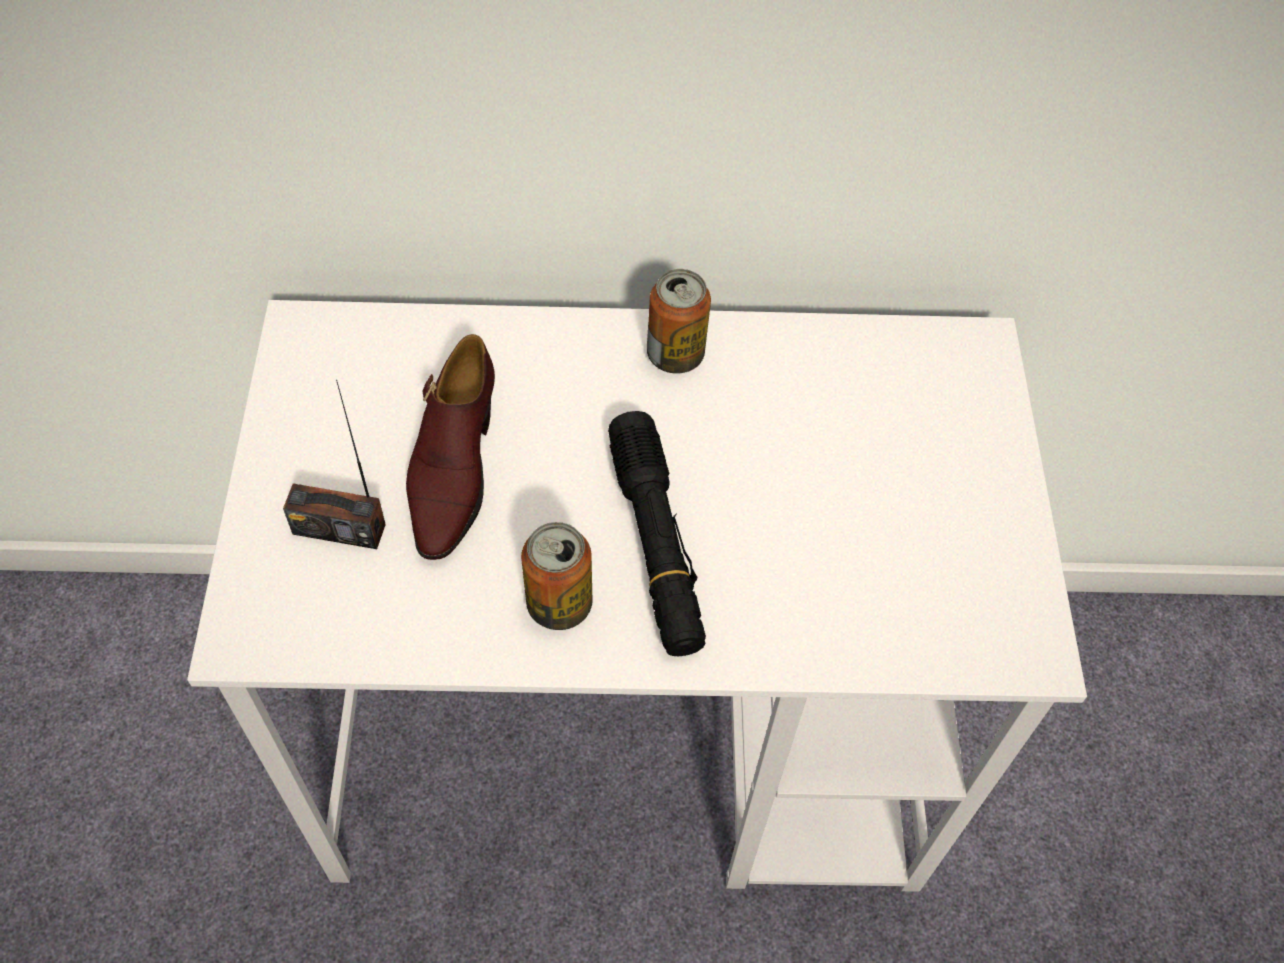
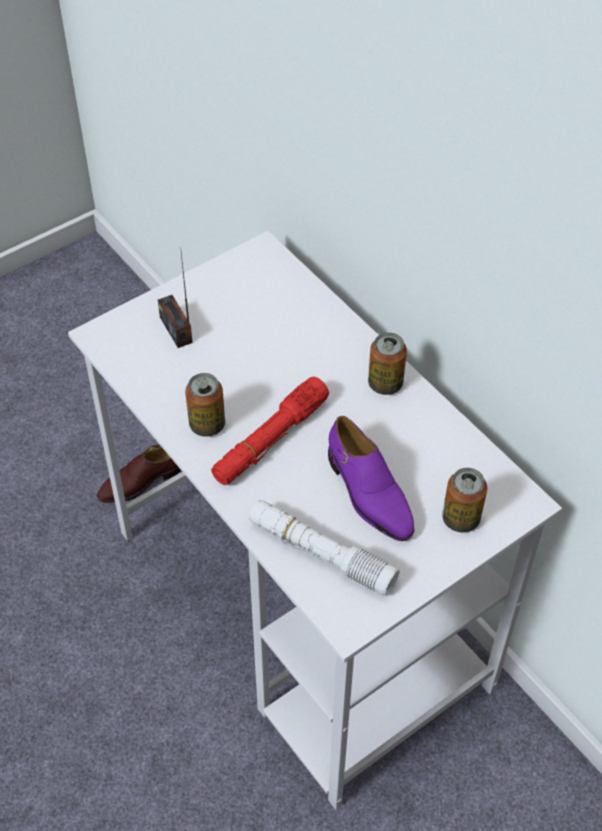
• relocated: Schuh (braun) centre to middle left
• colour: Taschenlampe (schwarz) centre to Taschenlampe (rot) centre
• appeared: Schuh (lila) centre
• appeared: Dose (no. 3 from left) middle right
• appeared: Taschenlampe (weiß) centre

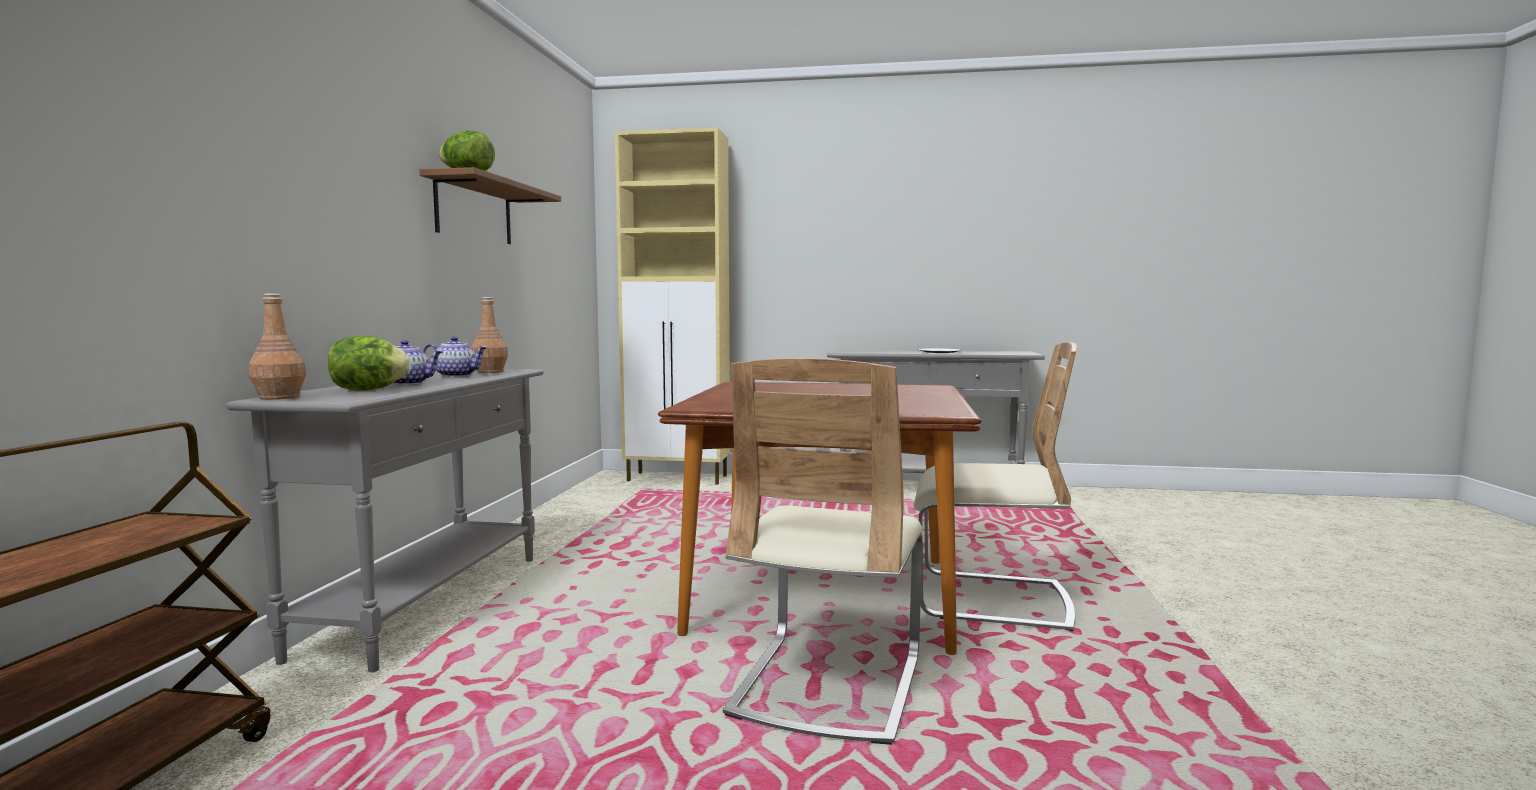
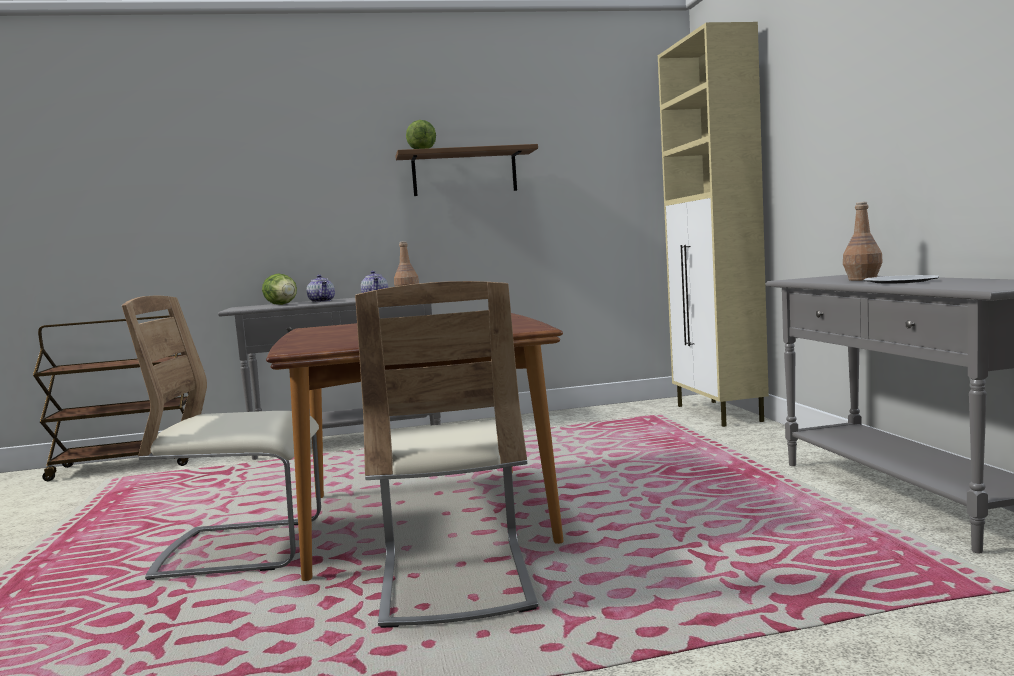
• relocated: Flasche (braun) (no. 1 from left in the first image) middle left to Flasche (braun) (no. 2 from left) middle right

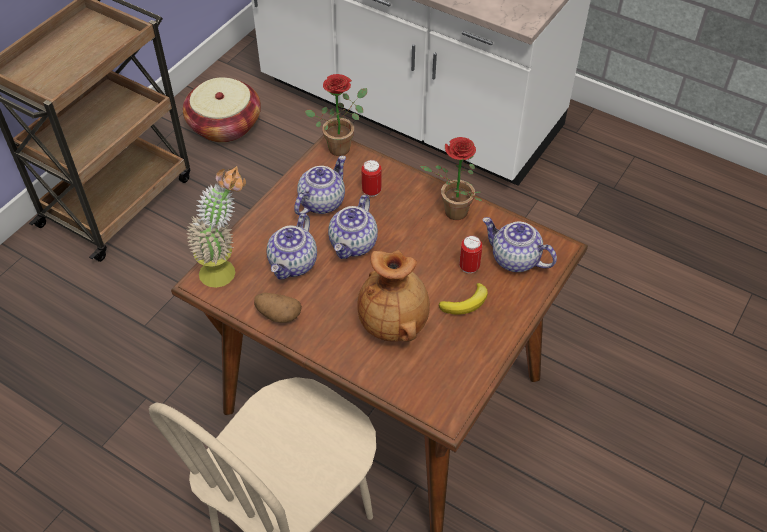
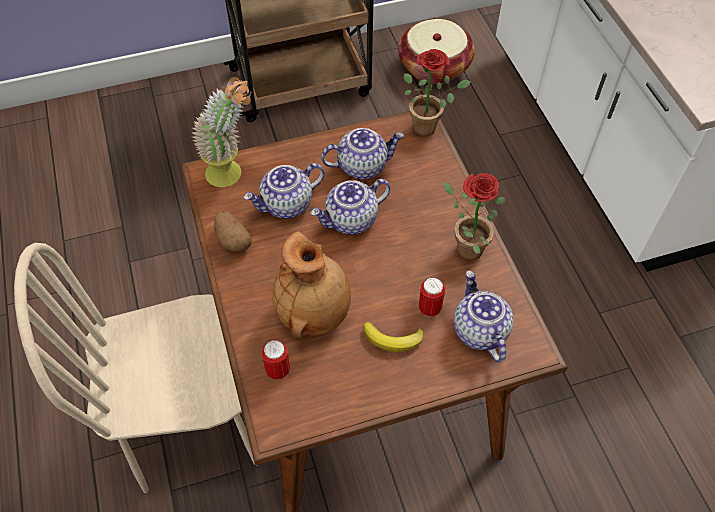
• relocated: Dose (no. 1 from left) centre to bottom centre

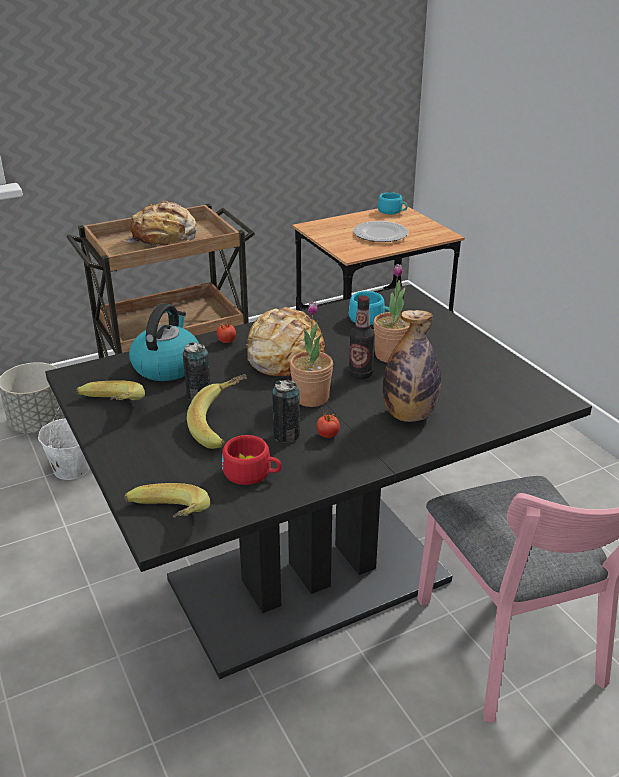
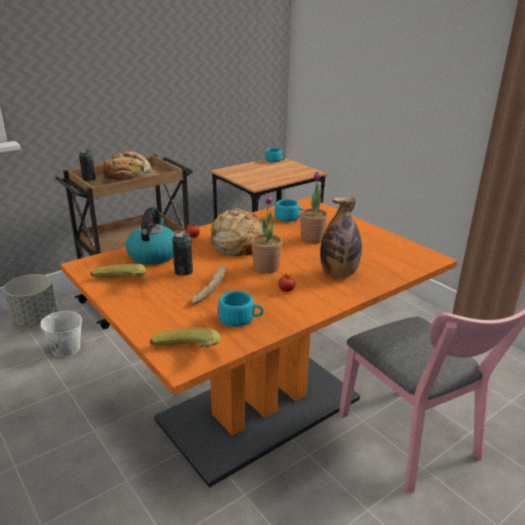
• missing: Teller top centre
• colour: Esstisch (schwarz) centre to Esstisch (orange) centre
• missing: Flasche (no. 1 from left) centre
• exchanged: Banane (no. 3 from left) centre to Brot (no. 2 from left) centre
• relocated: Dose (no. 2 from left in the first image) centre to Dose (no. 1 from left) top left
• colour: Tasse (rot) centre to Tasse (türkis) (no. 1 from left) centre

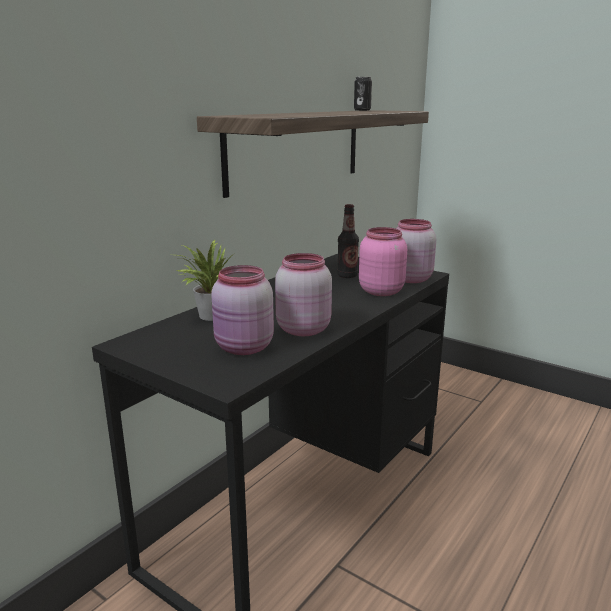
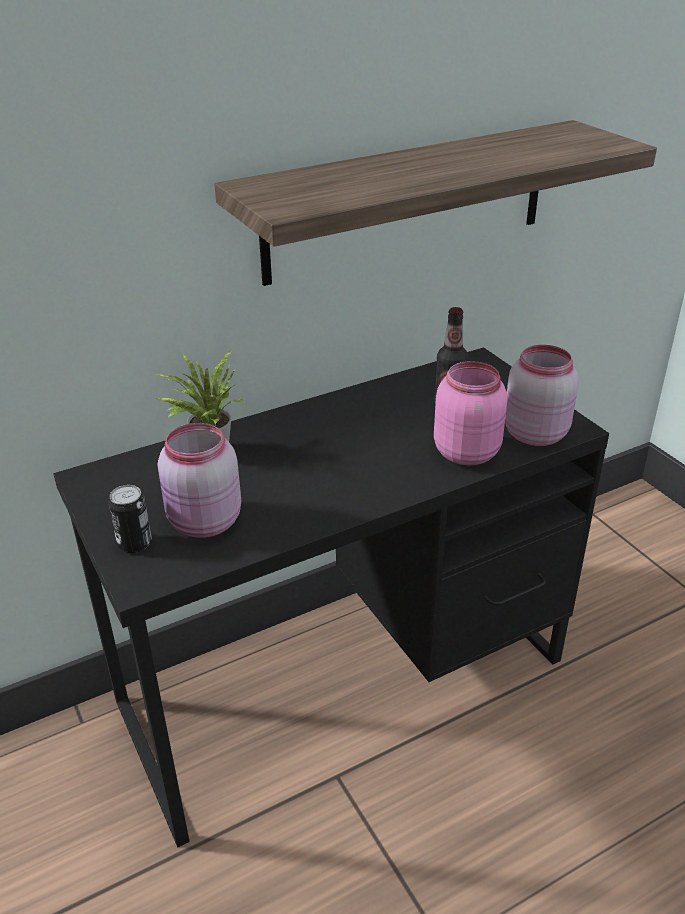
• relocated: Dose top centre to middle left
• missing: Vorratsglas (rosa) (no. 2 from left) centre

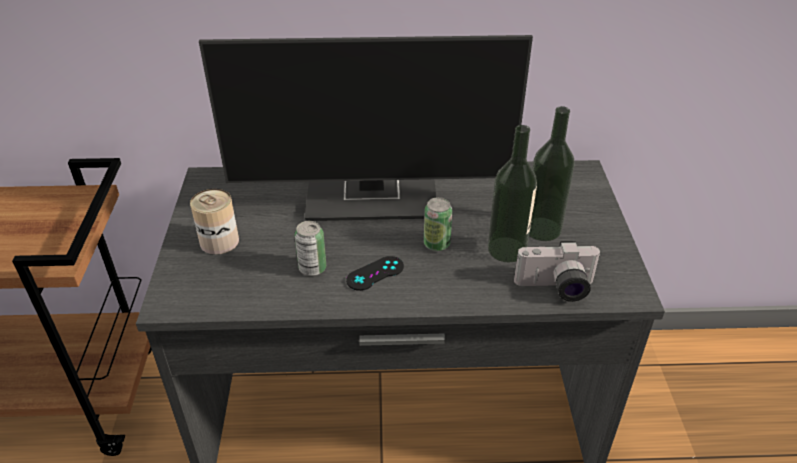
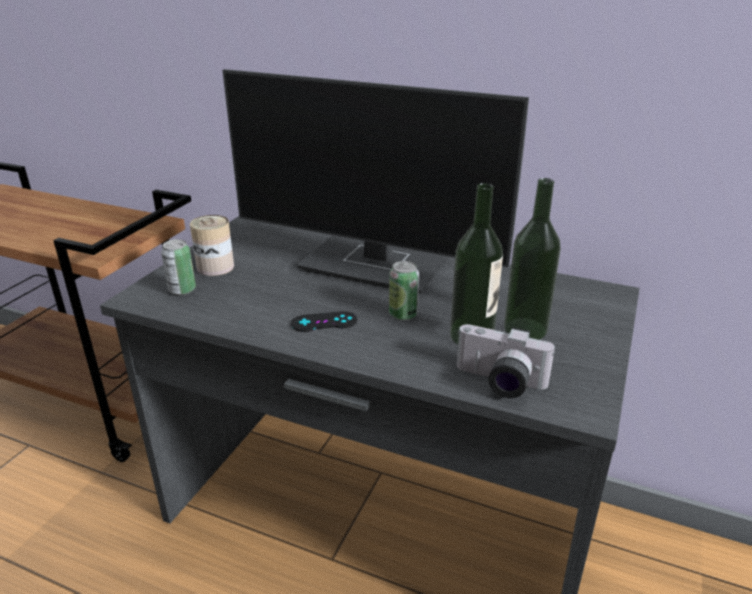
• relocated: Dose (no. 2 from left in the first image) centre to Dose (no. 1 from left) middle left

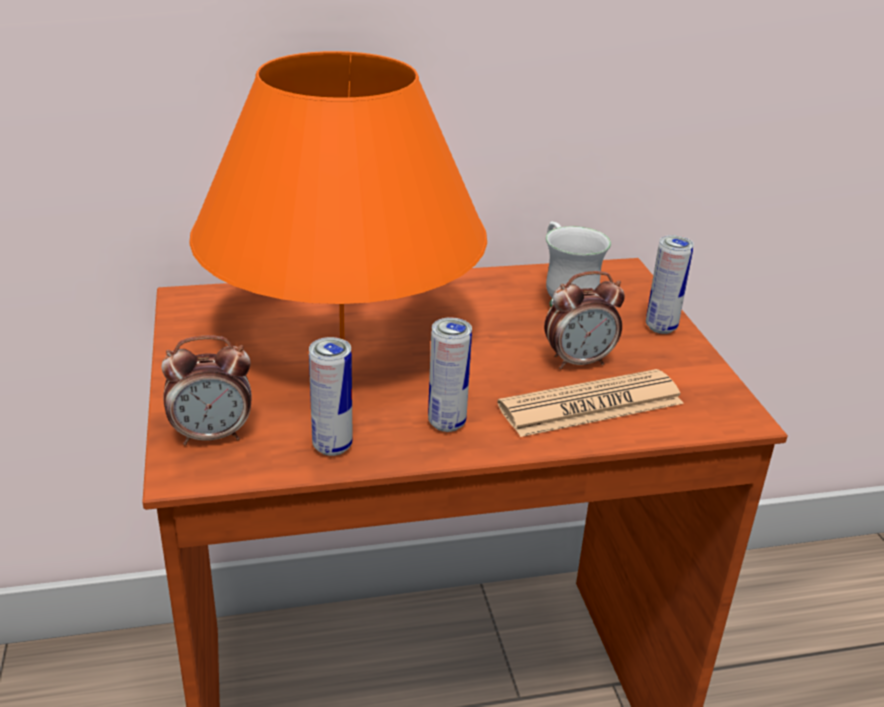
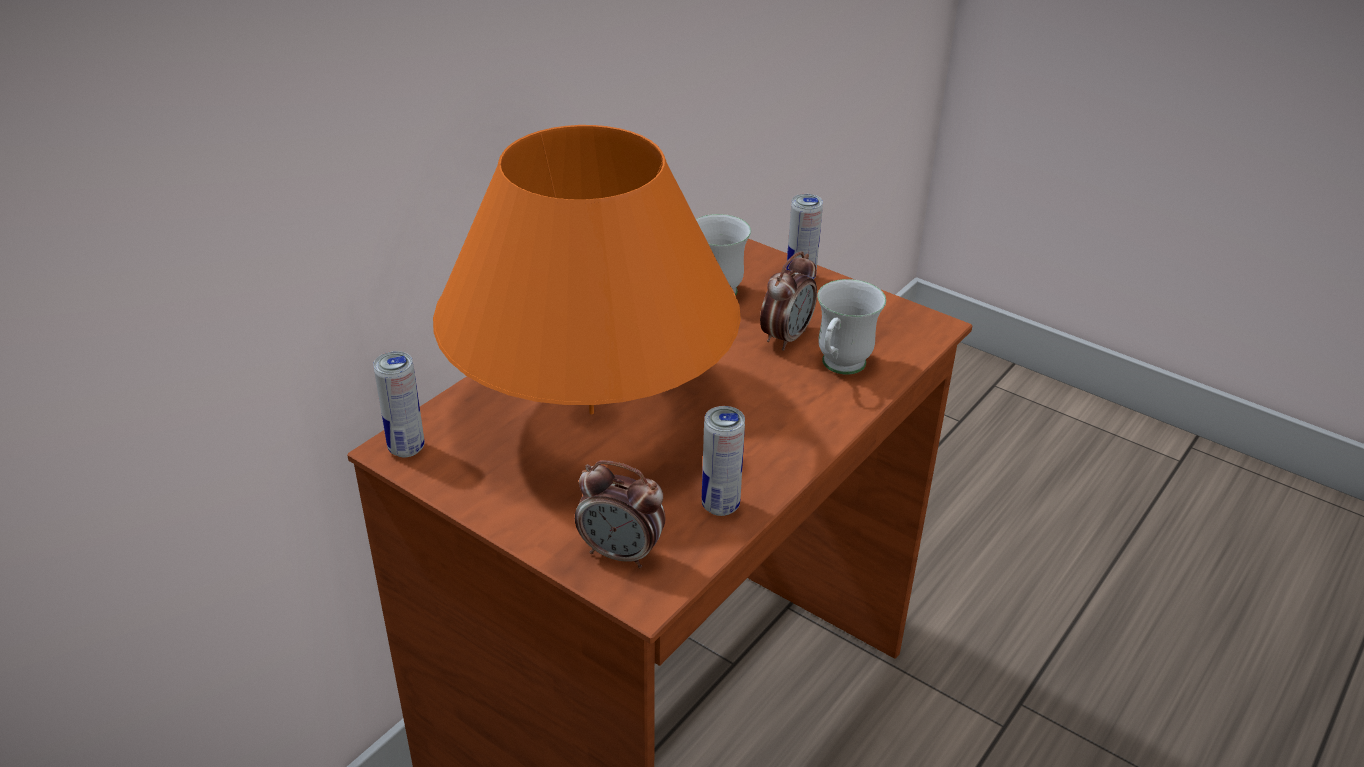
• relocated: Dose (no. 2 from left in the first image) centre to Dose (no. 1 from left) middle left
• spun: Wecker (no. 1 from left) middle left = bottom centre 75 degrees clockwise
• exchanged: Zeitung middle right to Henkelbecher (weiß) (no. 2 from left) centre

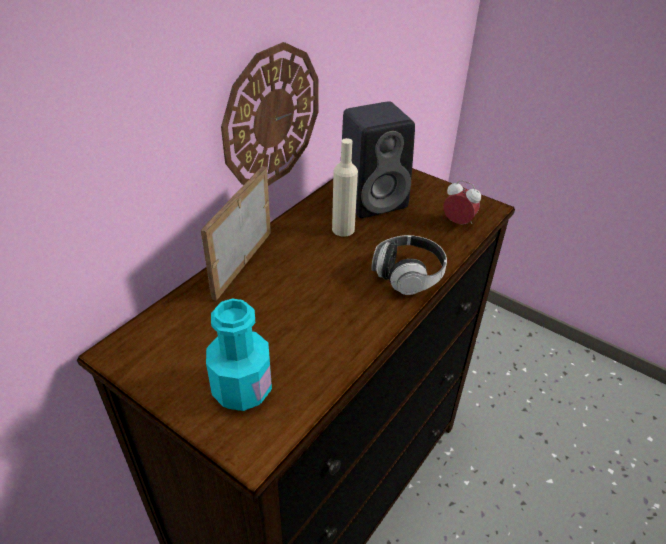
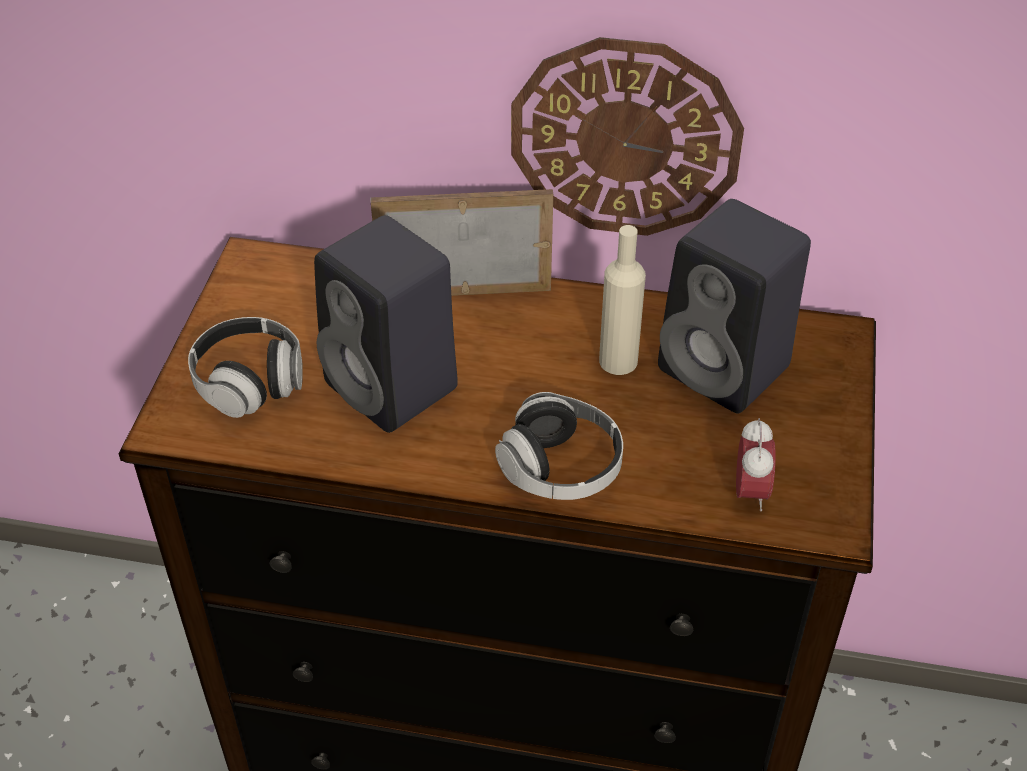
• exchanged: Flasche (türkis) centre to Kopfhörer (no. 1 from left) middle left
• appeared: Lautsprecher (schwarz) (no. 1 from left) centre

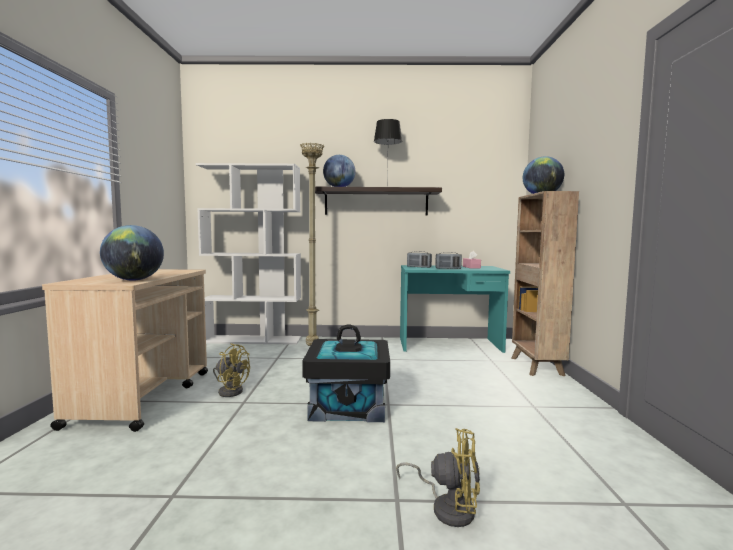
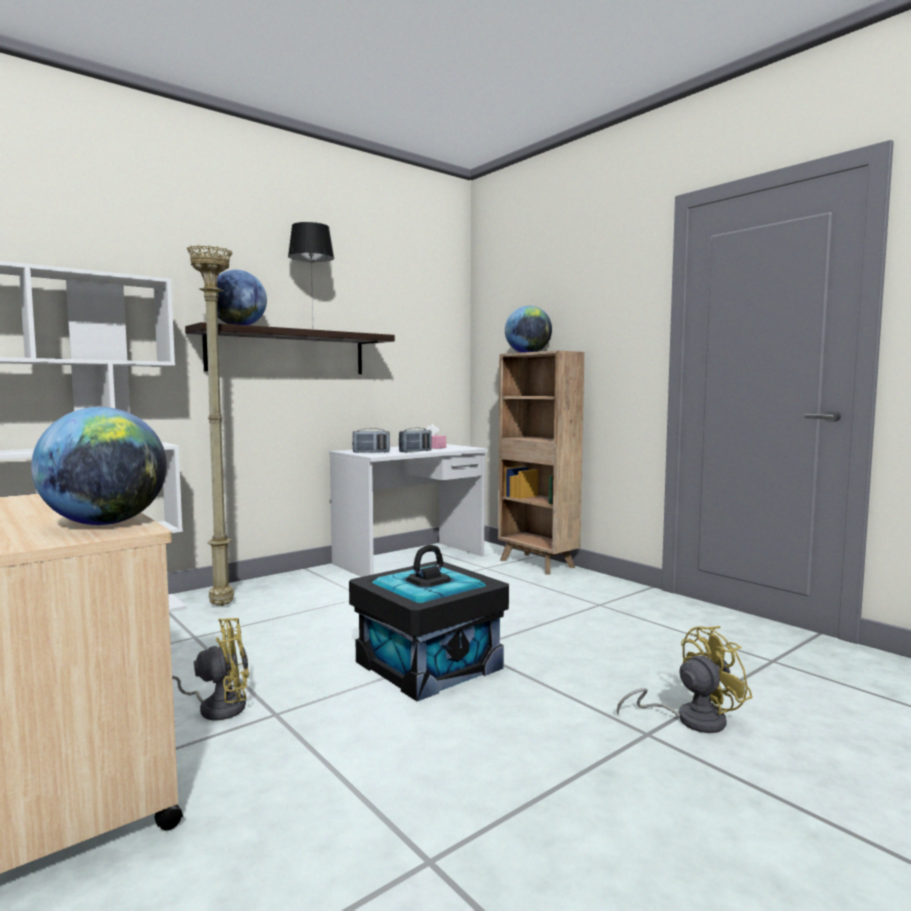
• colour: Schreibtisch (türkis) centre to Schreibtisch (weiß) centre

